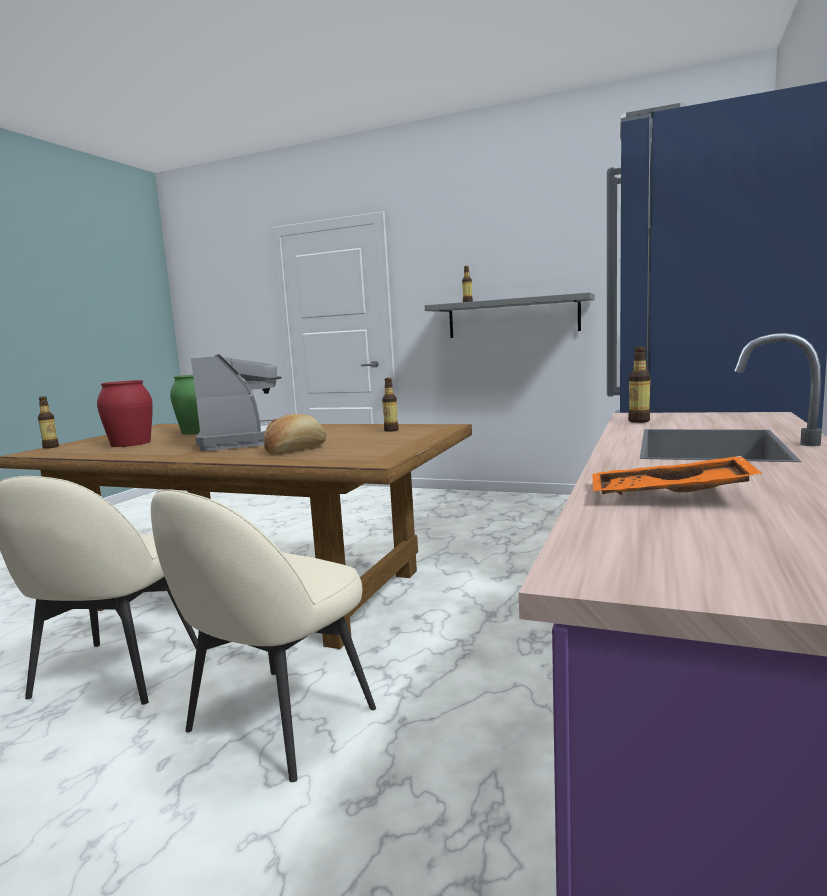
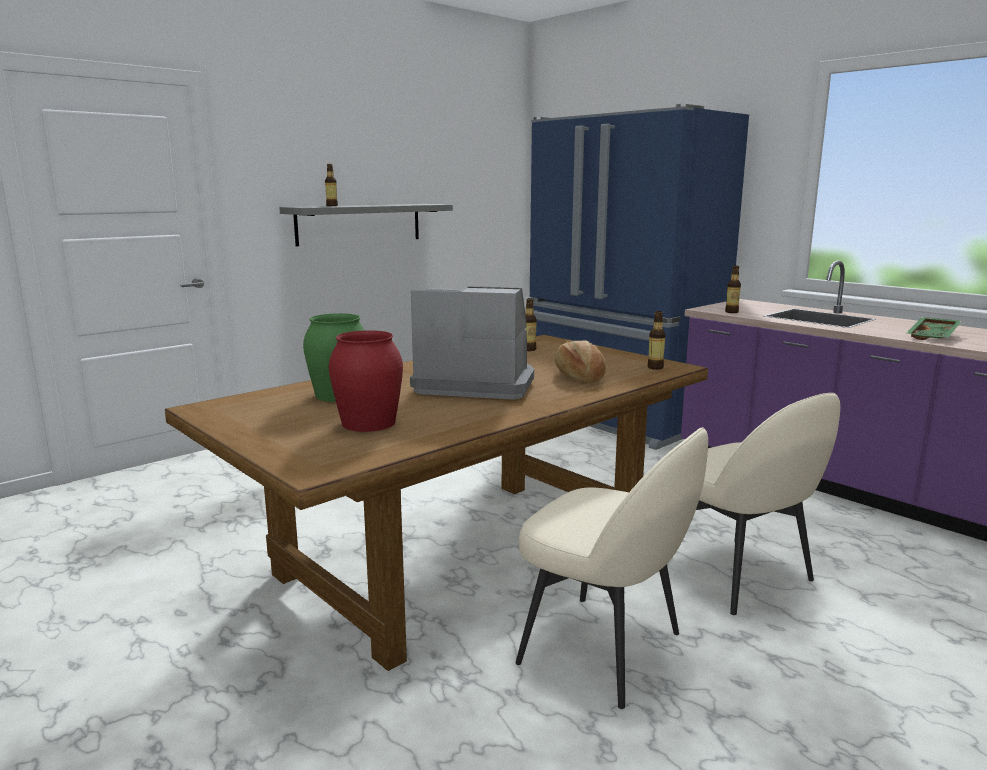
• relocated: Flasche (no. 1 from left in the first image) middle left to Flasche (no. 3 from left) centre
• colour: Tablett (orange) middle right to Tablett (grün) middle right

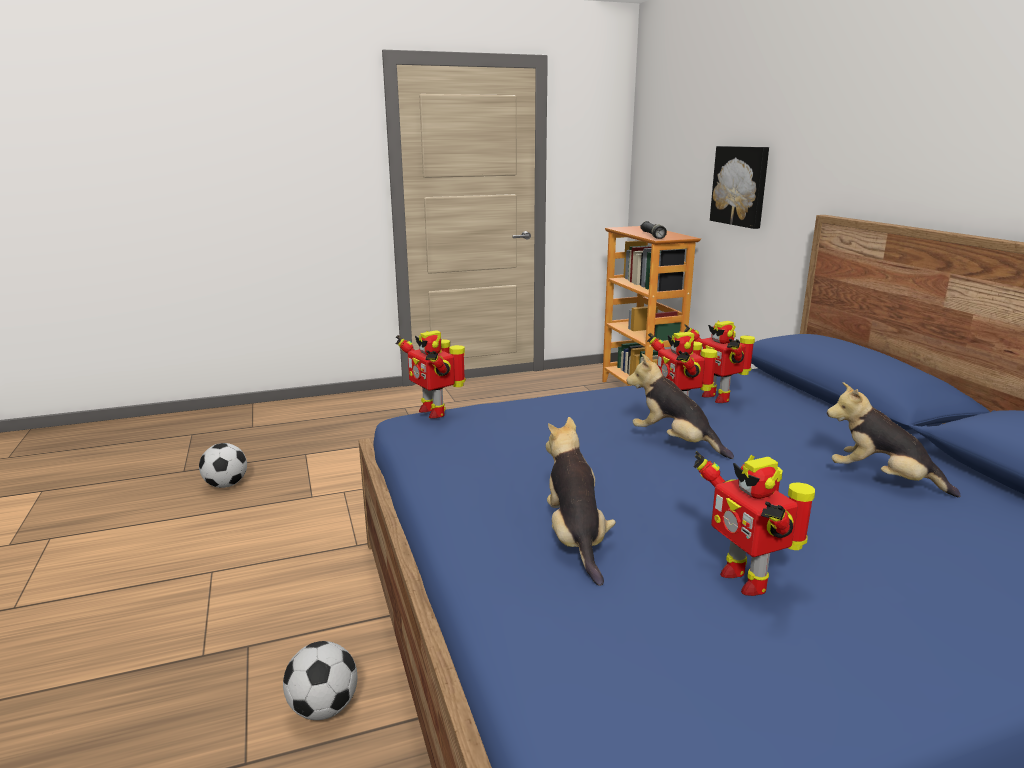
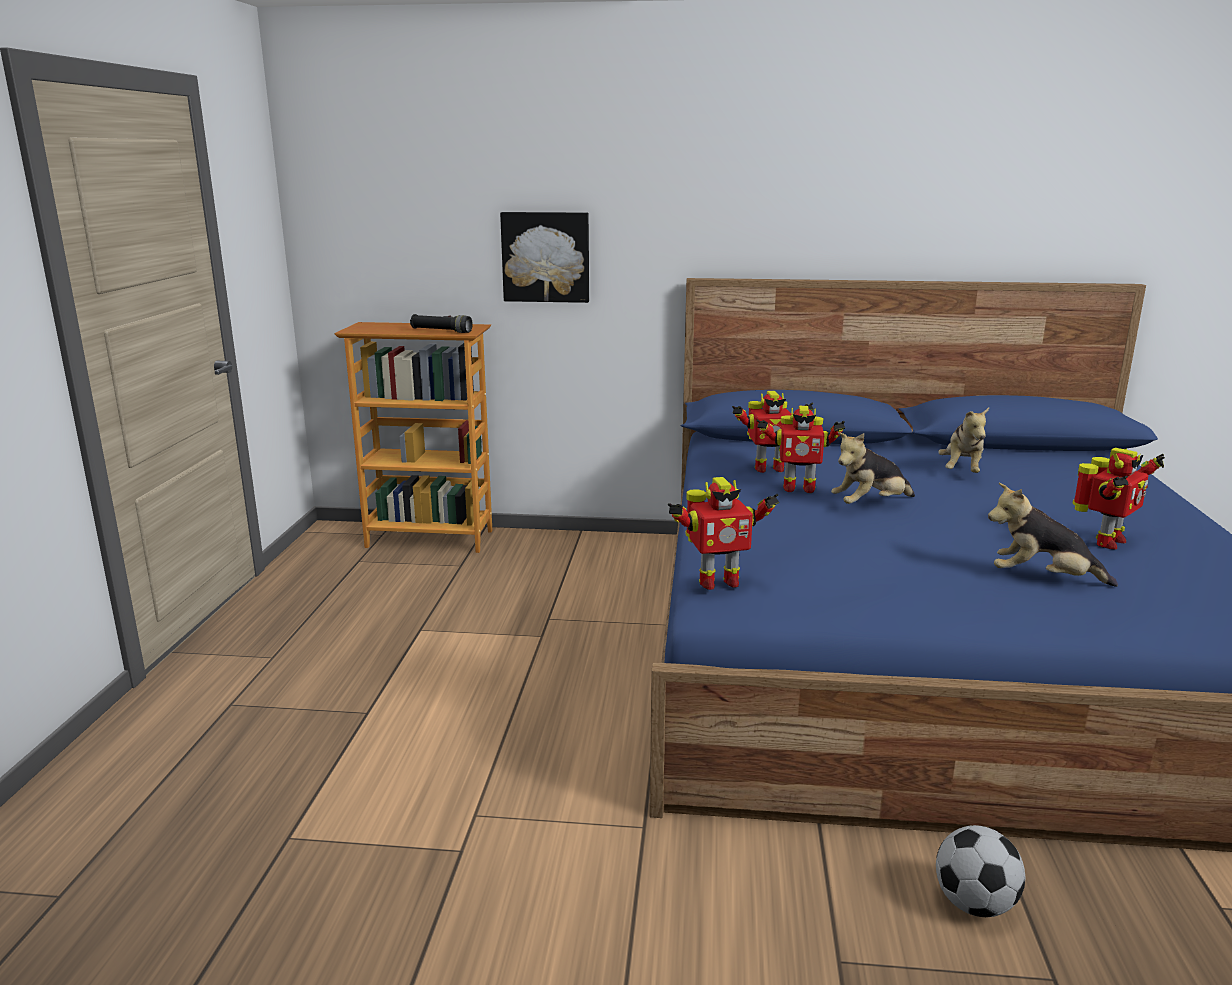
• spun: Plüschtier (no. 3 from left in the first image) middle right = middle right 45 degrees counterclockwise
• missing: Fußball (no. 1 from left) middle left
• spun: Spielzeugroboter (no. 4 from left) bottom right = middle right 45 degrees counterclockwise

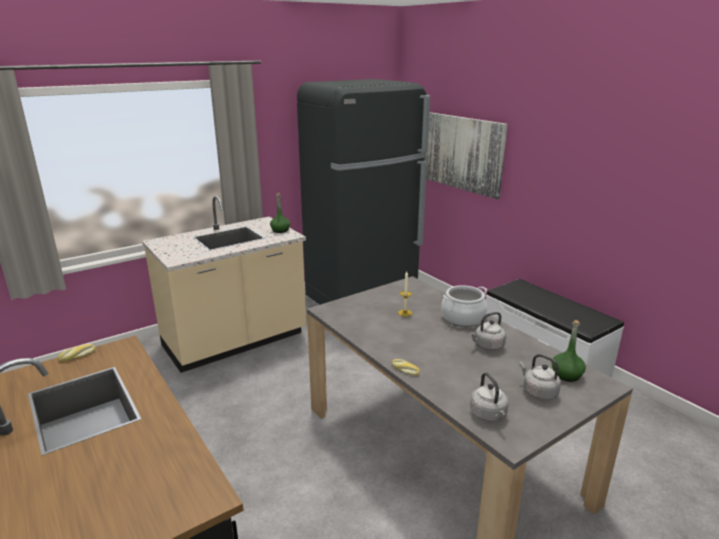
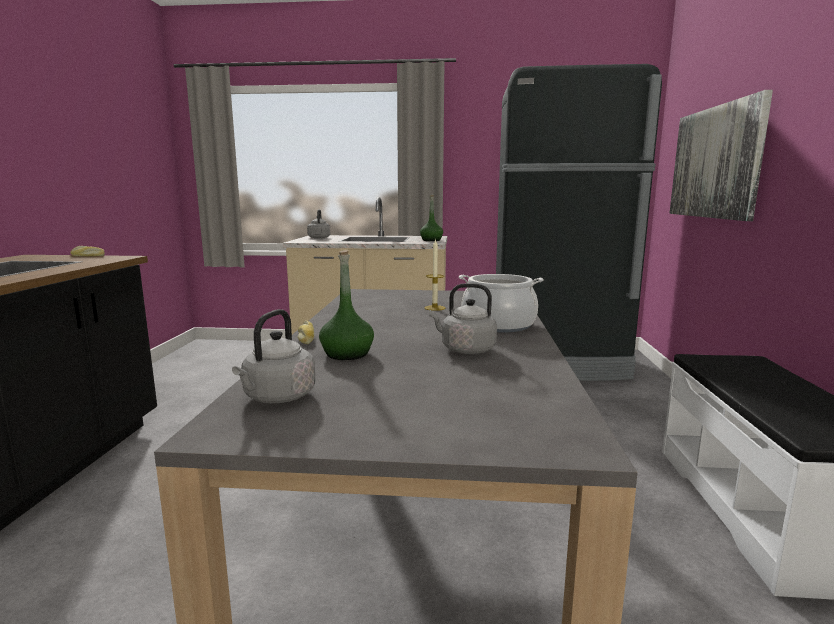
• relocated: Flasche (grün) (no. 2 from left in the first image) middle right to Flasche (grün) (no. 1 from left) centre
• relocated: Wasserkessel (grau) (no. 3 from left in the first image) bottom right to Wasserkessel (grau) (no. 2 from left) centre

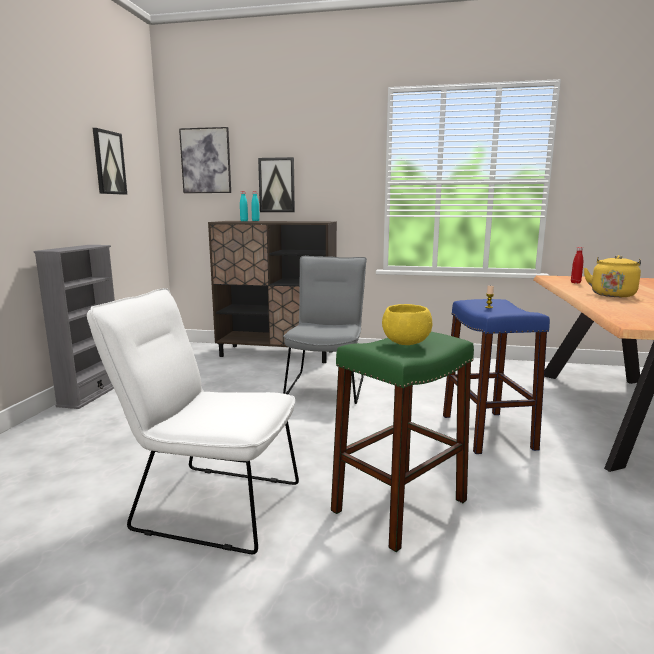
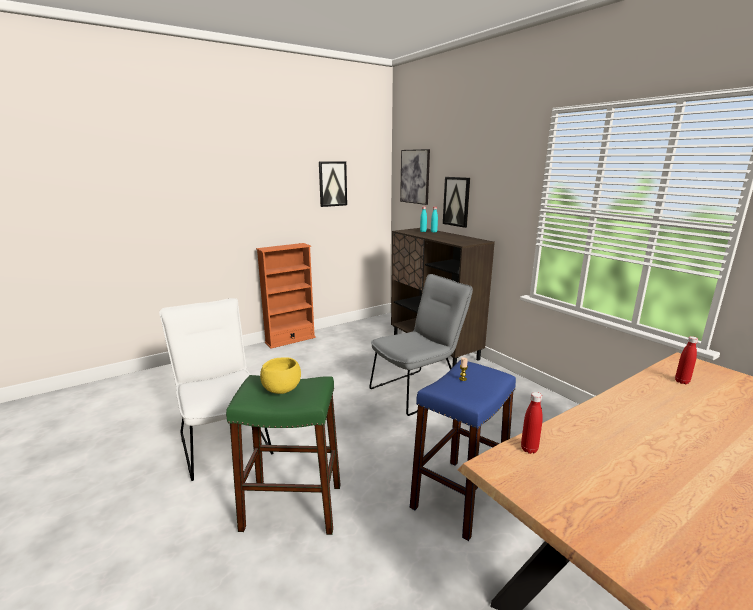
• colour: Bücherregal (grau) middle left to Bücherregal (orange) centre
• missing: Wasserkessel (gelb) middle right
• appeared: Flasche (rot) (no. 1 from left) bottom right

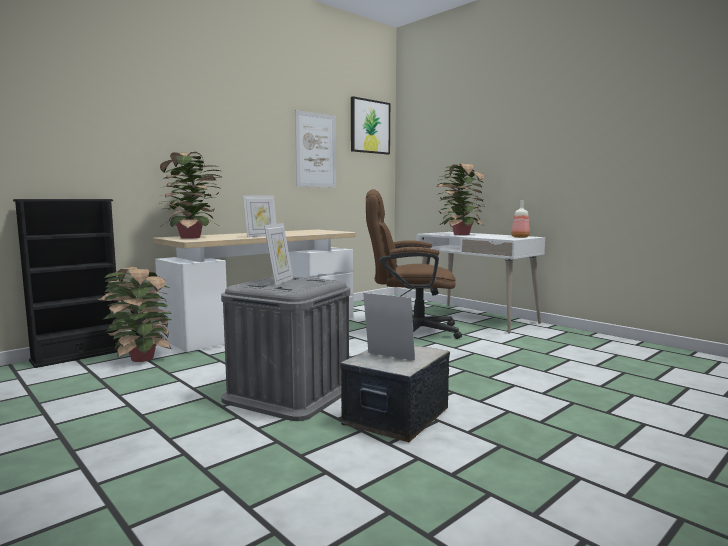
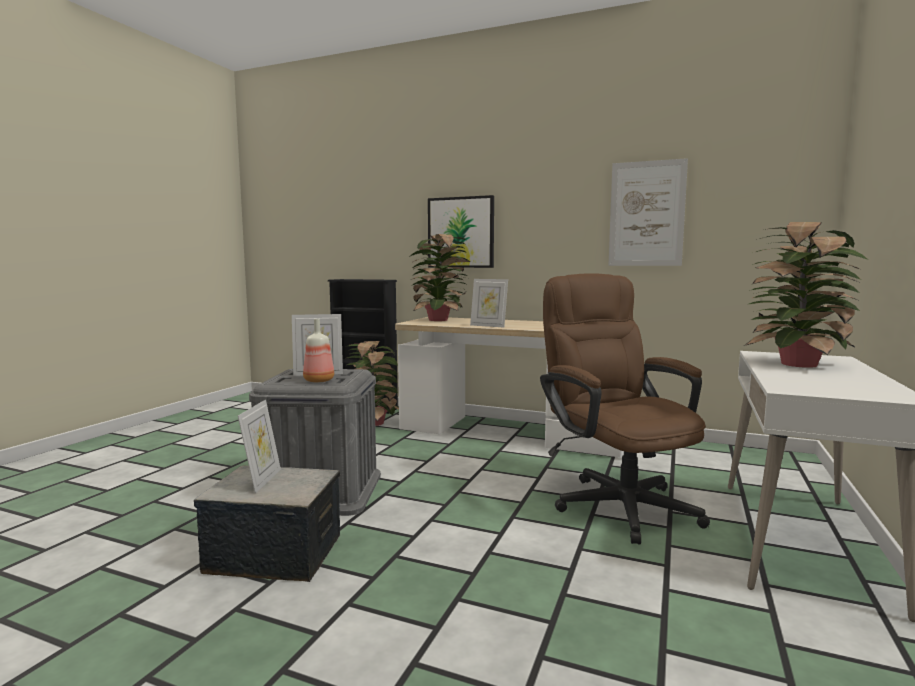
• relocated: Bild (no. 2 from left in the first image) top centre to Bild (no. 1 from left) centre
• relocated: Flasche middle right to centre

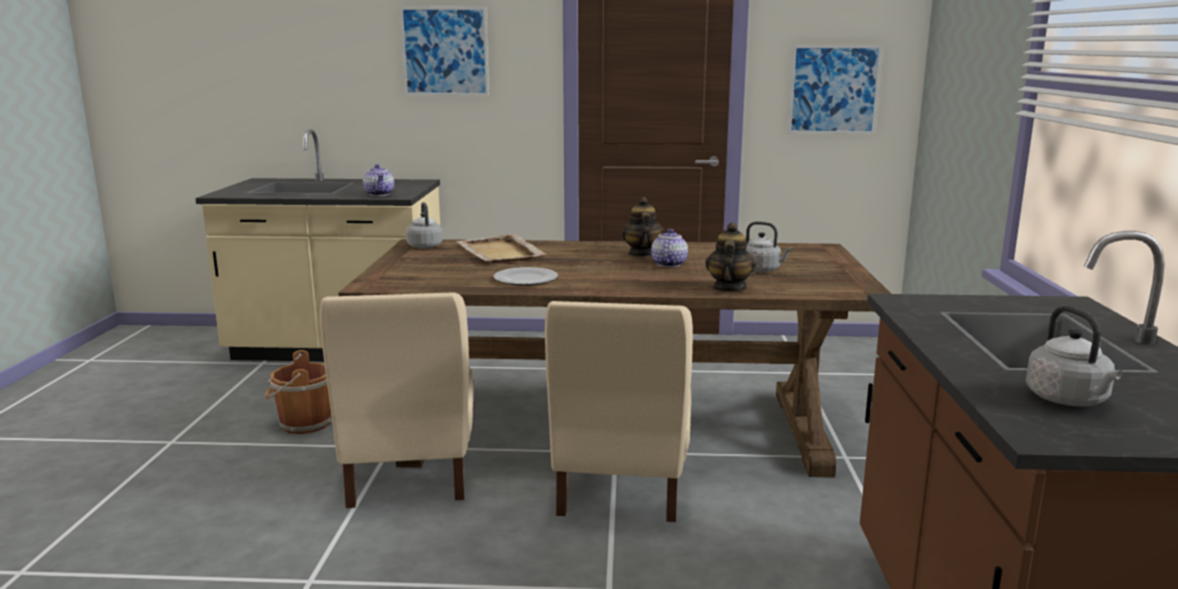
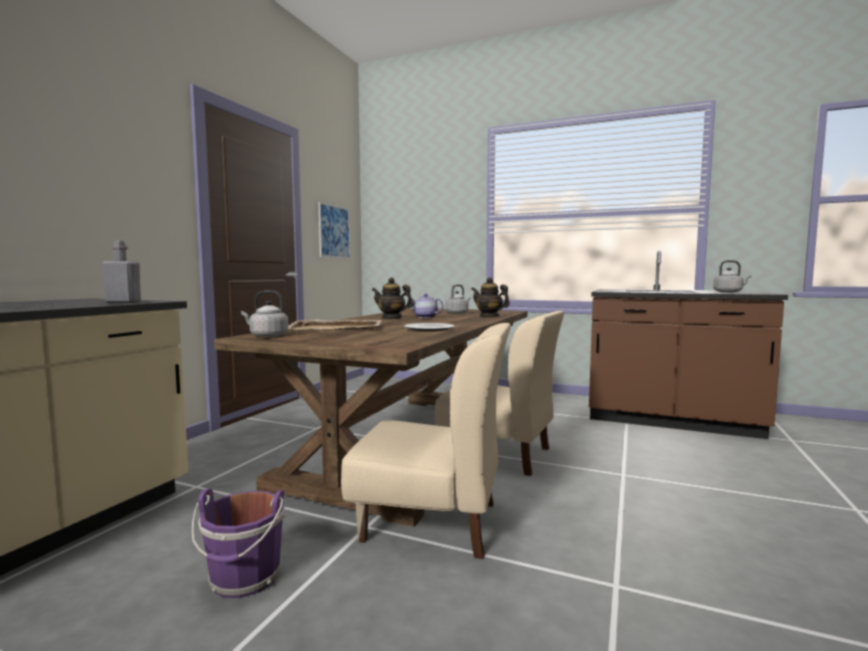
• missing: Bild (no. 1 from left) top centre
• exchanged: Teekanne (no. 1 from left) top left to Flasche (grau) middle left
• colour: Eimer (braun) middle left to Eimer (lila) bottom left

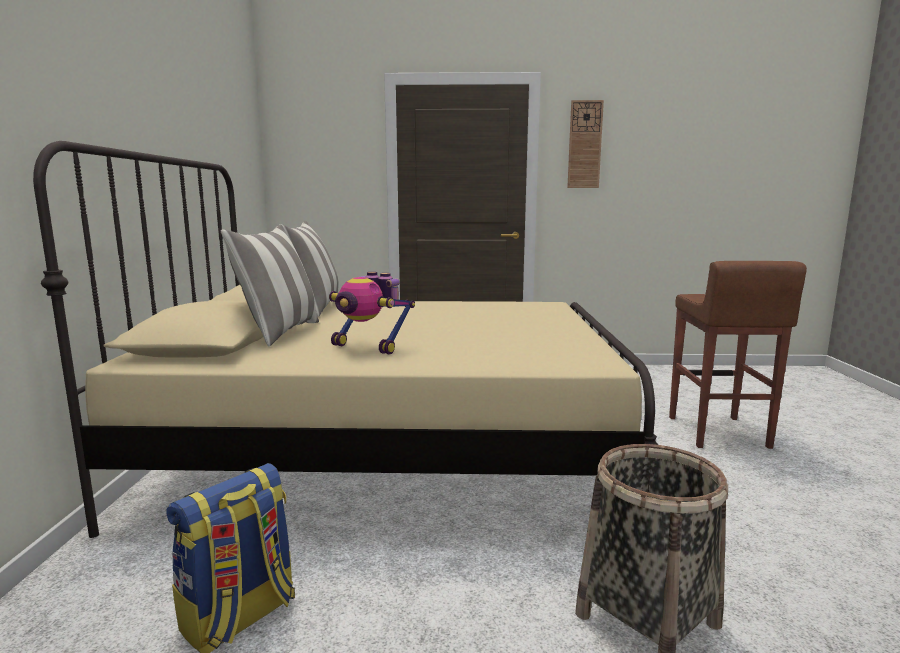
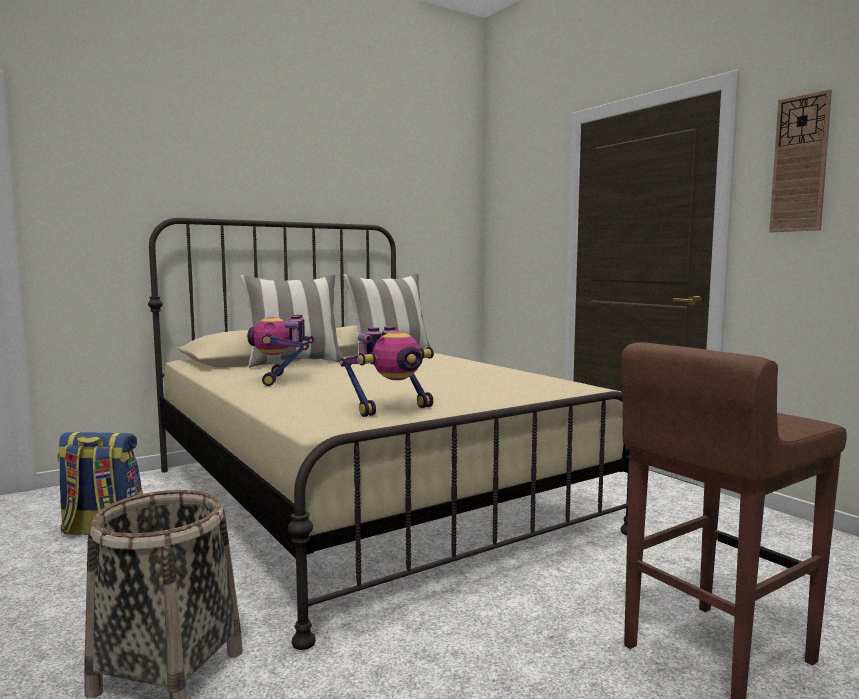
• appeared: Spielzeugroboter (no. 2 from left) centre

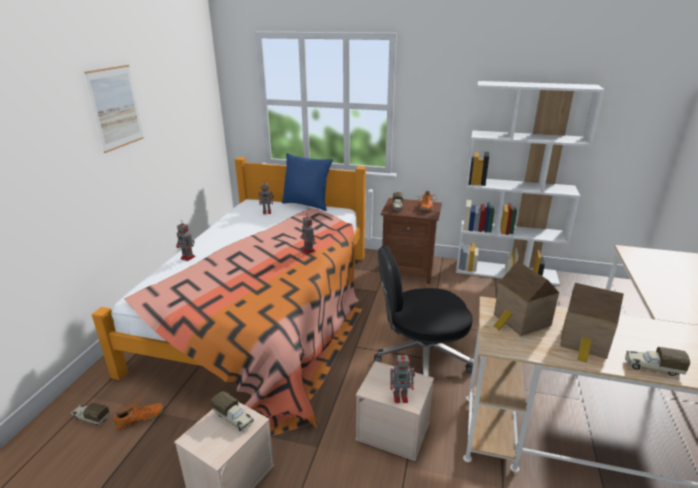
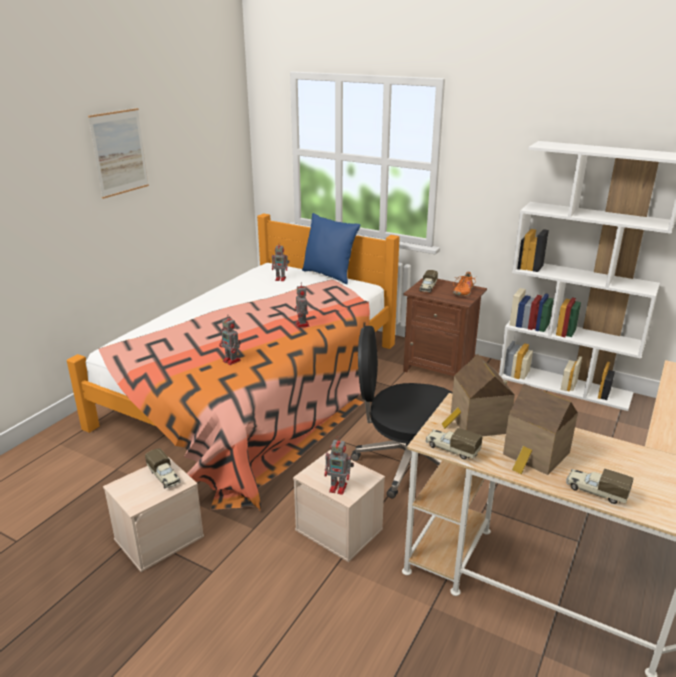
• relocated: Spielzeugroboter (no. 1 from left) middle left to centre
• missing: Schuh (orange) (no. 1 from left) bottom left
• relocated: Spielzeuglaster (no. 1 from left in the first image) bottom left to Spielzeuglaster (no. 3 from left) middle right

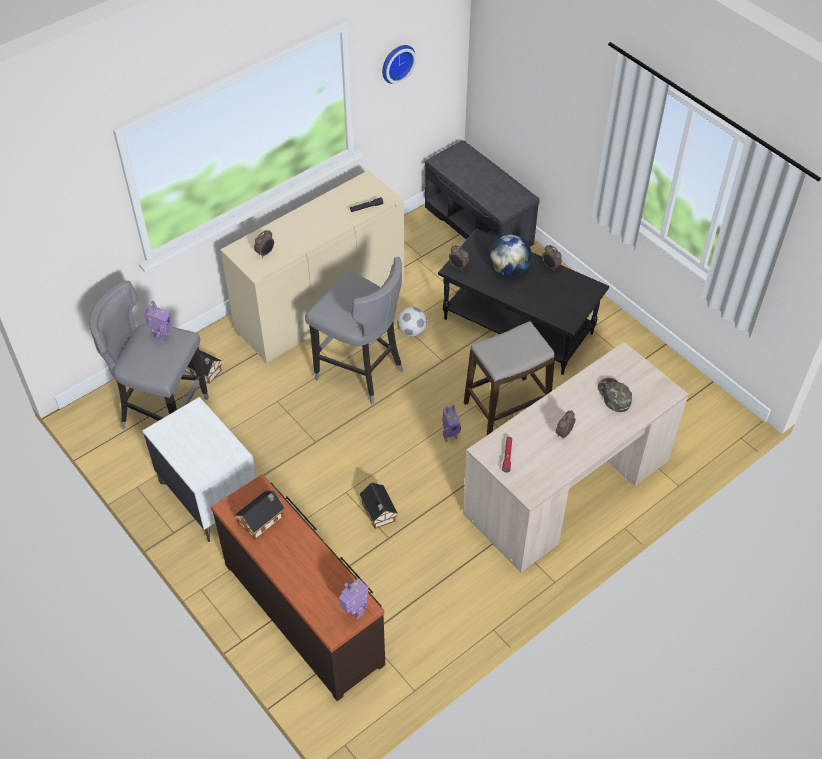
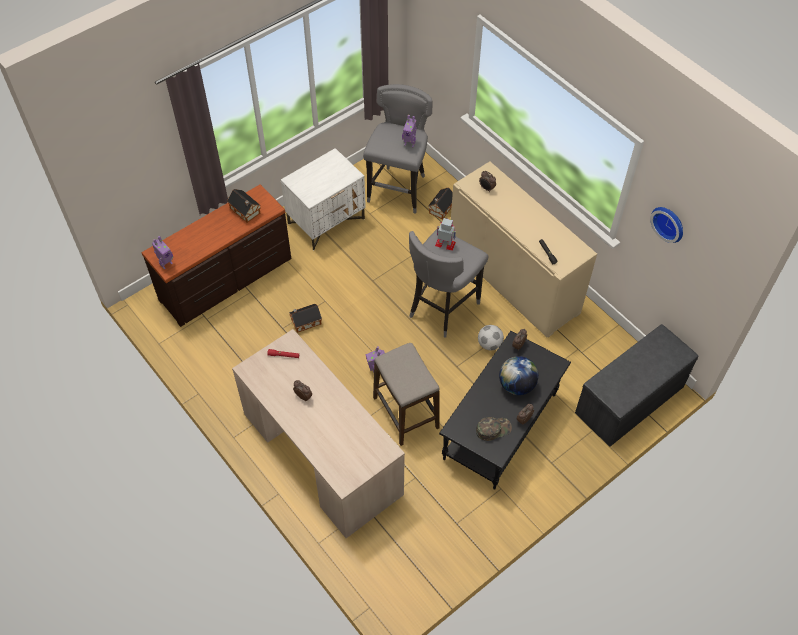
• relocated: Kappe (grün) middle right to bottom centre
• appeared: Spielzeugroboter (no. 4 from left) centre

